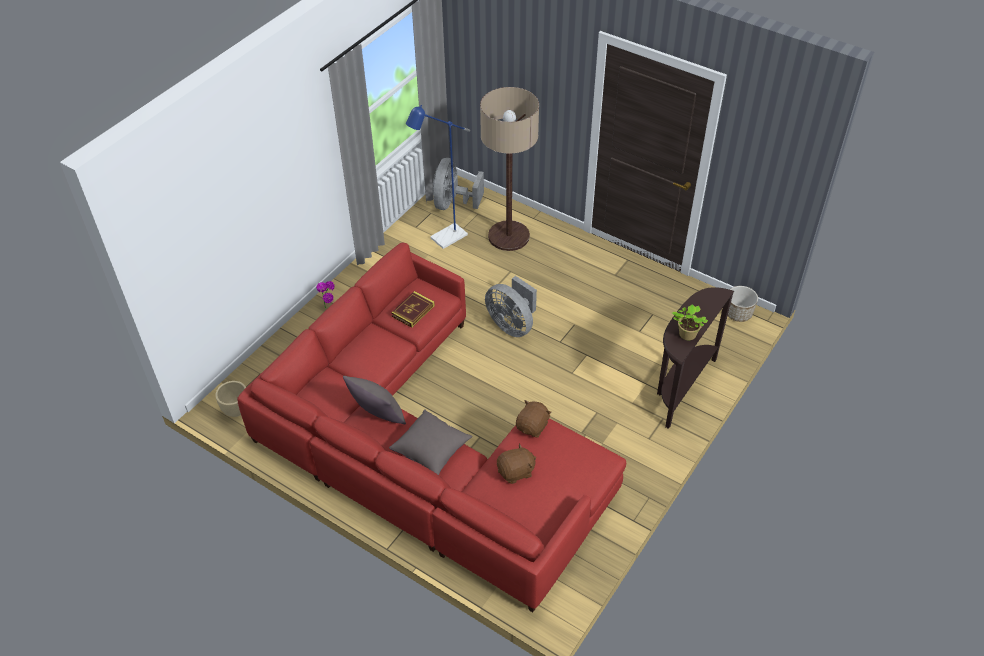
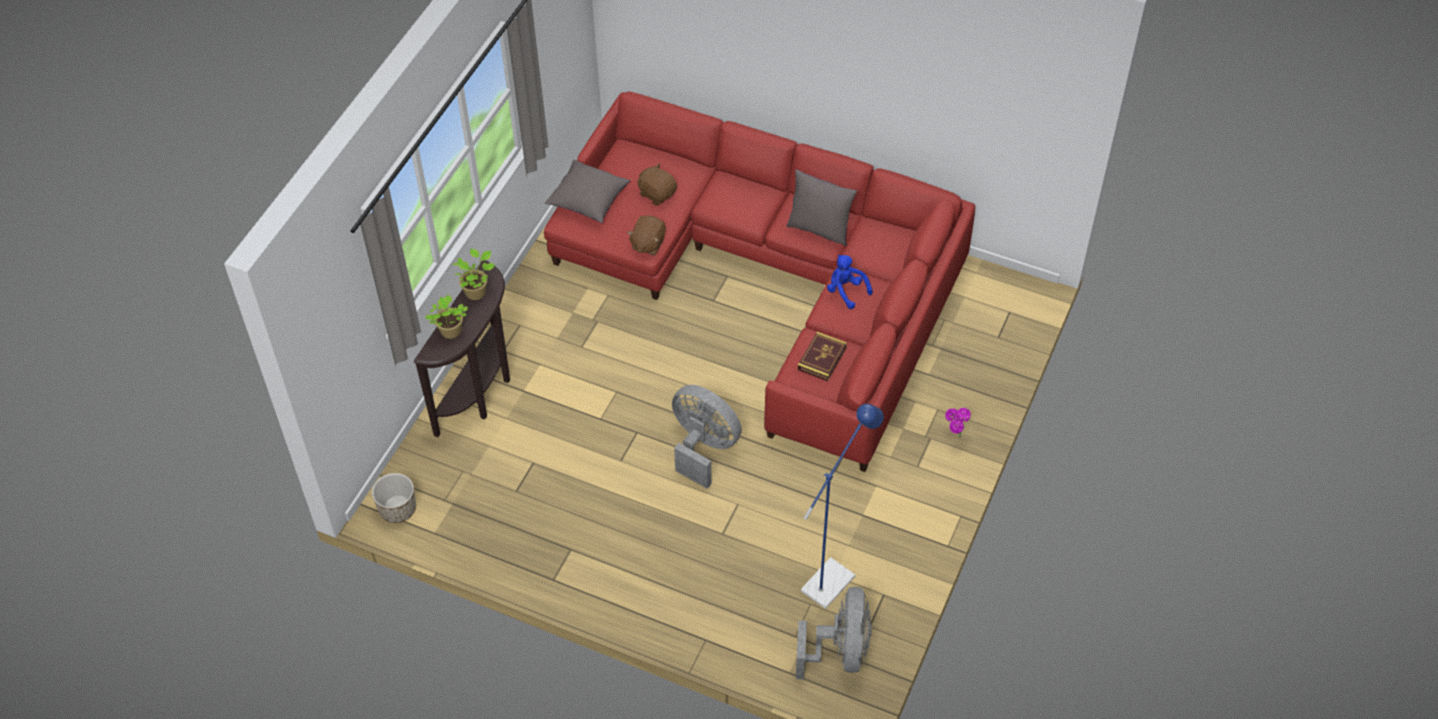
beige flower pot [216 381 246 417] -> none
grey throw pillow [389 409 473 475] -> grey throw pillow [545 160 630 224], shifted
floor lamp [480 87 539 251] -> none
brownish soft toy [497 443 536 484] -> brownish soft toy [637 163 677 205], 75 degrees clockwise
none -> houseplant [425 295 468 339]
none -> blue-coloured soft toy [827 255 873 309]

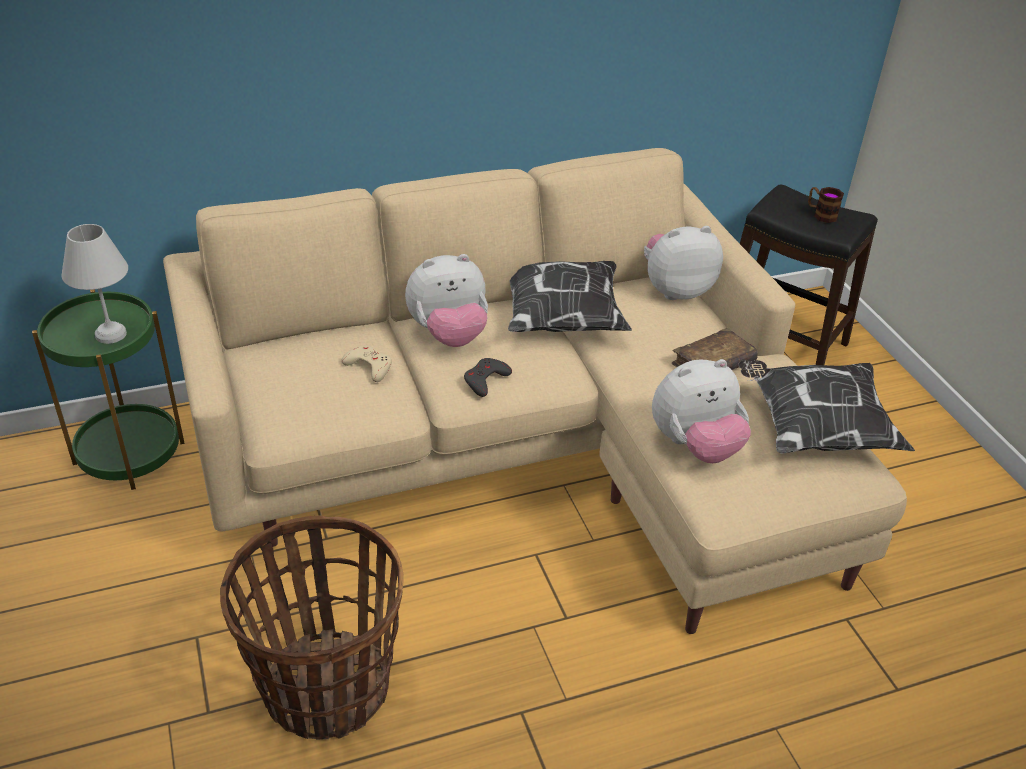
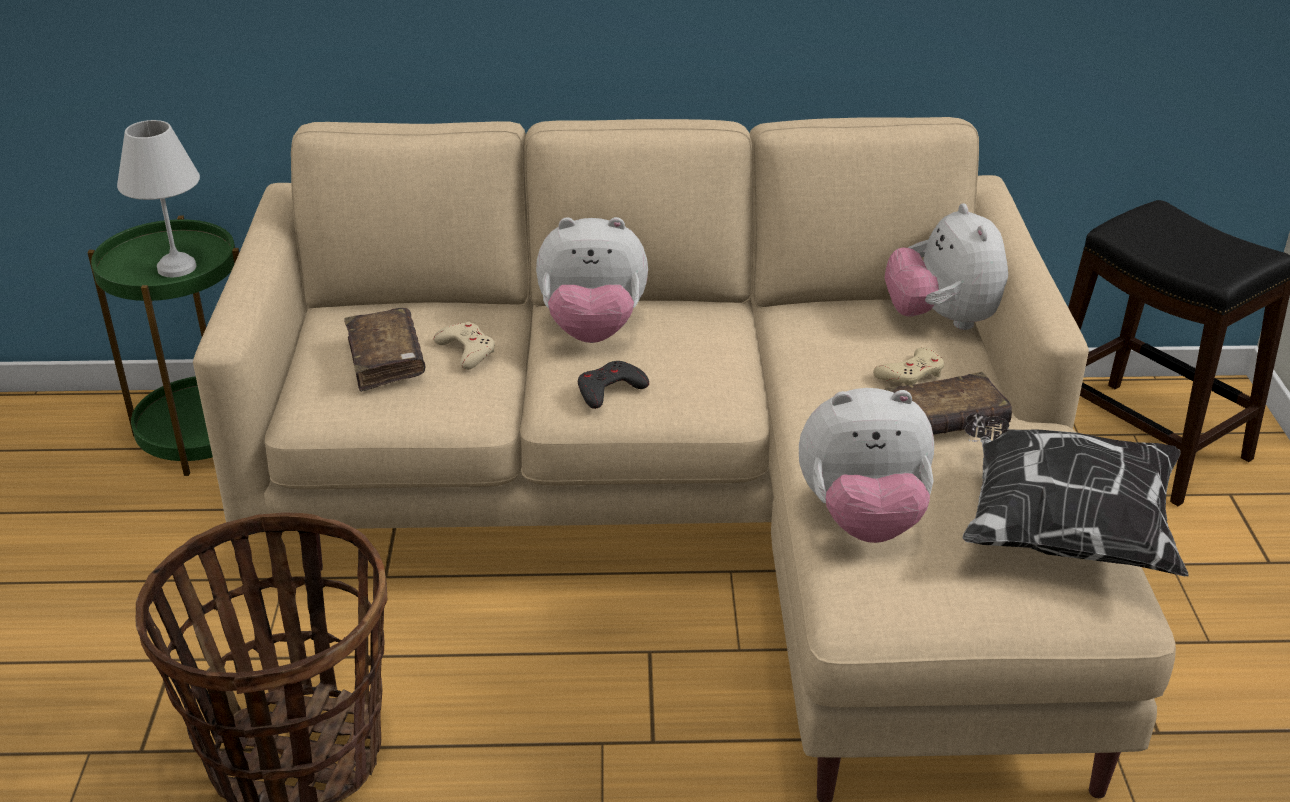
throw pillow [508 261 632 332] -> none
soft toy [644 226 723 300] -> soft toy [885 203 1008 330], 105 degrees counterclockwise
coffee mug [808 187 844 223] -> none
none -> brownish volume [344 308 425 392]
none -> beige game controller [873 347 944 385]

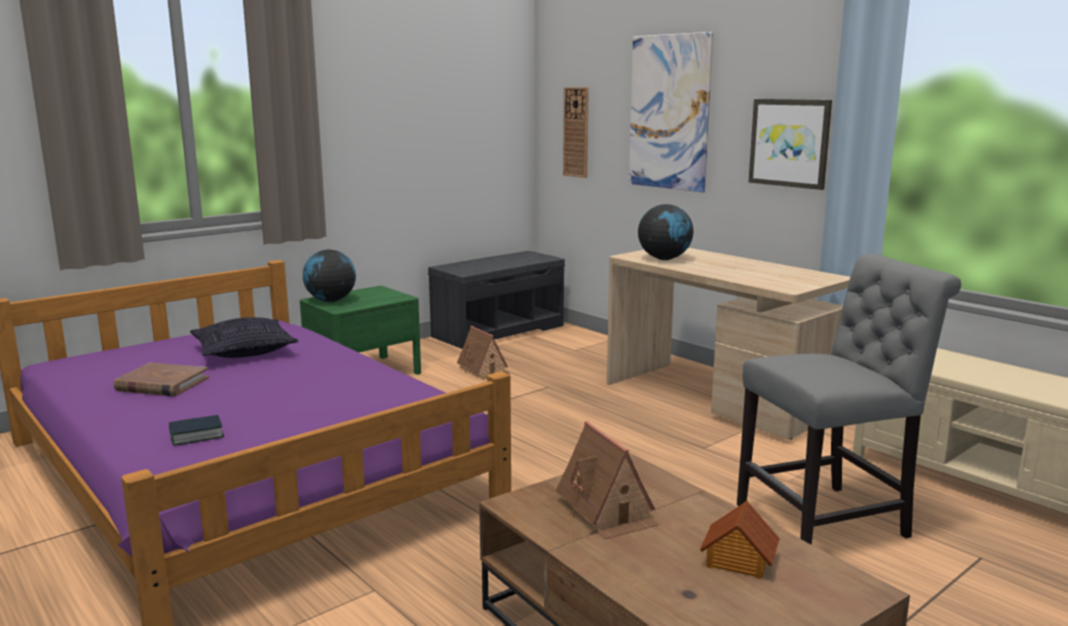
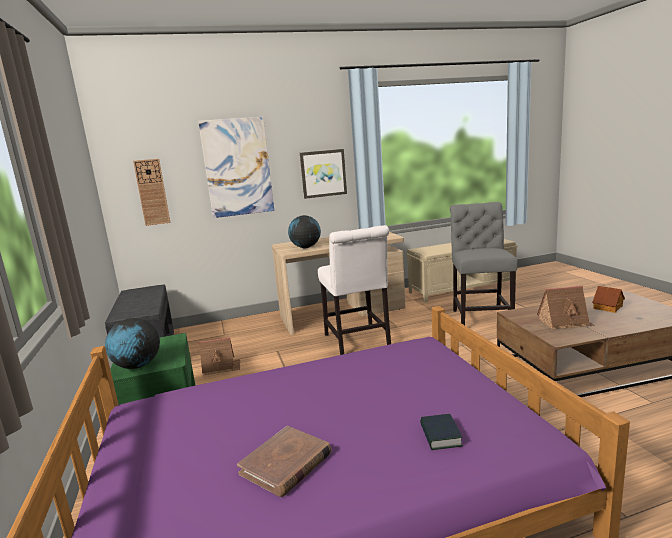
throw pillow [190 317 299 358] -> none
none -> whitish plain chair [318 225 391 355]

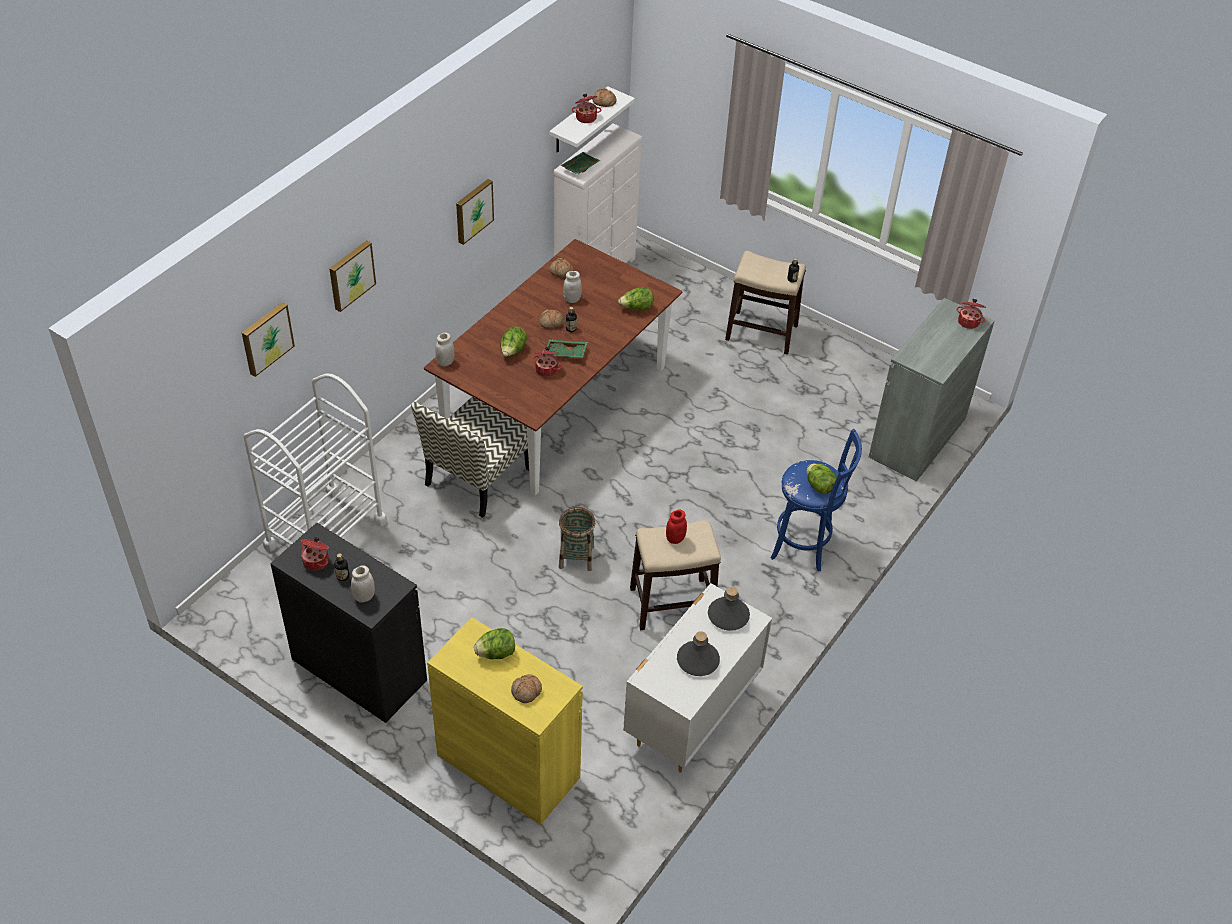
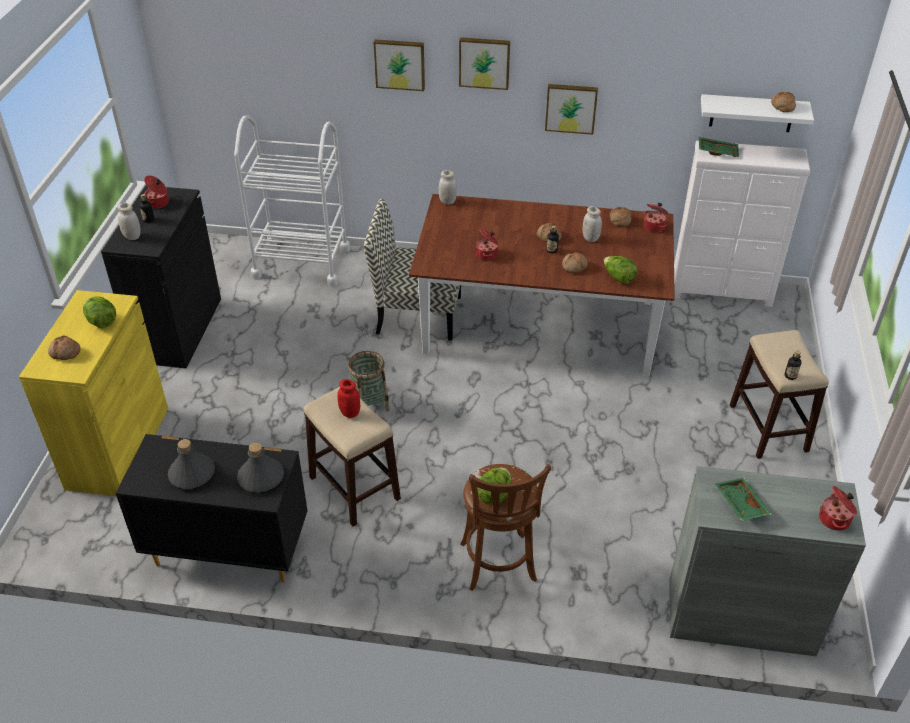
picture [242 302 295 377] -> picture [459 37 510 90], shifted
lettuce [500 326 527 357] -> none
green-coloured carrying tray [545 340 588 358] -> green-coloured carrying tray [715 478 772 521], shifted
saucepot [572 94 601 123] -> saucepot [643 203 669 233], shifted
whitish dresser [623 583 772 773] -> black-coloured dresser [116 434 308 582]
blue-coloured stool [771 429 862 572] -> brownish stool [460 464 551 591]
none -> baked bread [562 252 587 273]

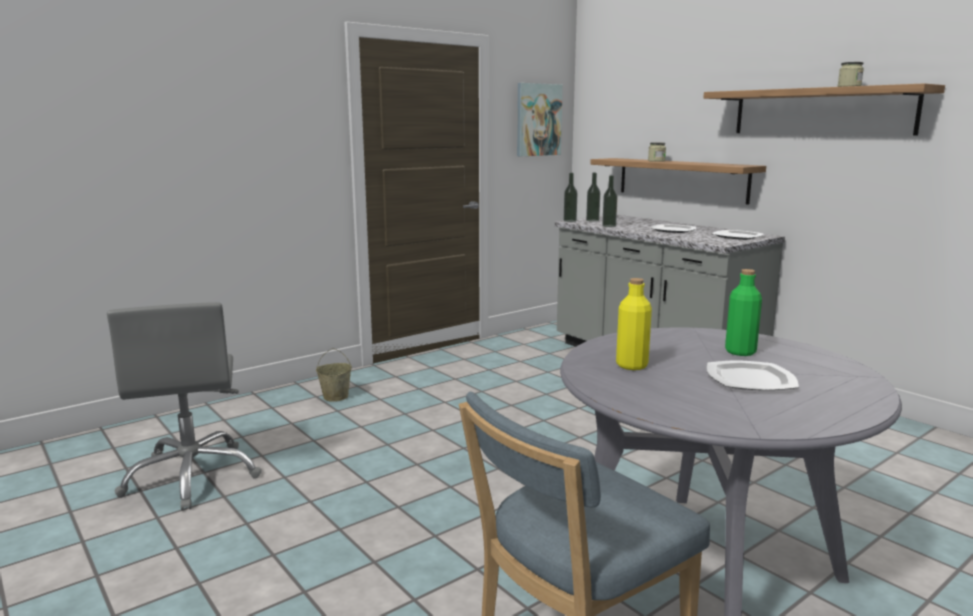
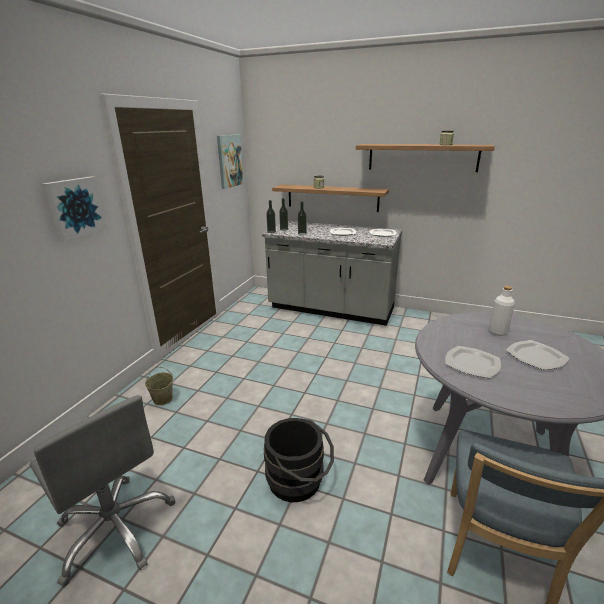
yellow drink bottle [616 278 652 370] -> dinner plate [445 346 501 378]
green-coloured drink bottle [725 269 762 356] -> whitish drink bottle [489 286 515 336]
none -> picture [42 176 107 242]
none -> black-coloured water bucket [264 418 334 502]

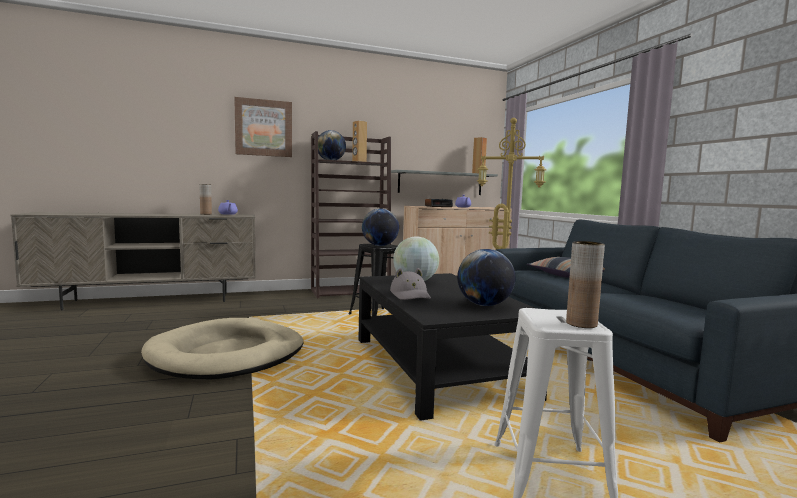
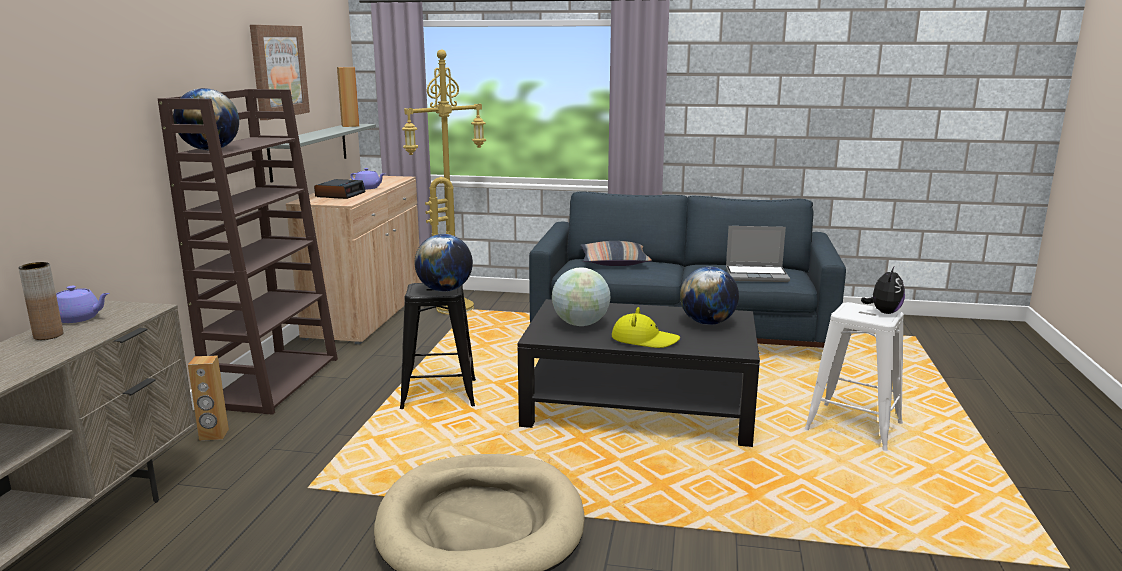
picture [234 97 292 157] -> picture [250 25 310 120], shifted
brownish loudspeaker [352 120 367 162] -> brownish loudspeaker [188 355 229 441], shifted
grey hat [390 268 431 300] -> yellow hat [612 307 680 348]
brownish decorative vase [566 241 605 328] -> soft toy [861 267 905 314]
none -> laptop [726 226 790 282]

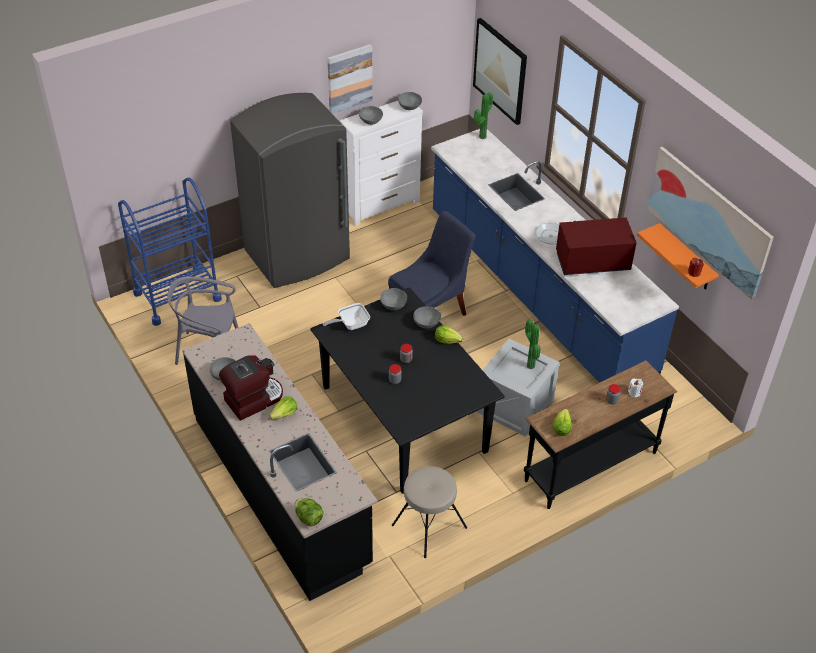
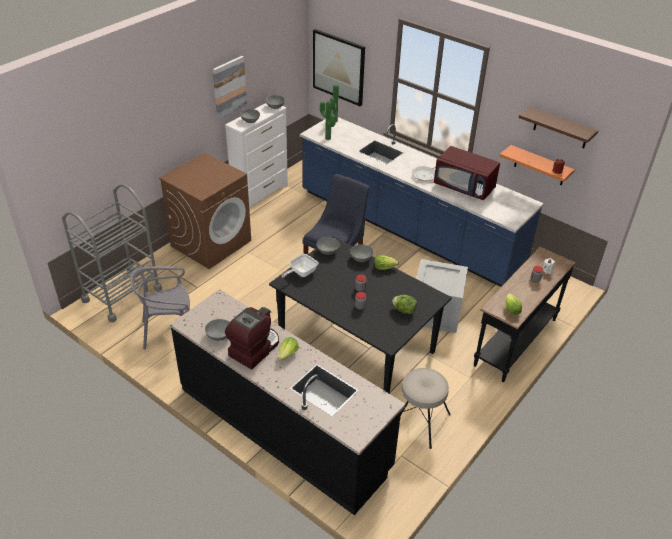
blue-coloured wheeled cart [118 177 222 326] -> grey wheeled cart [62 184 162 322]
grey kitchen fridge [230 93 350 288] -> brownish laundry appliance [159 153 251 269]
lettuce [294 498 323 526] -> lettuce [392 295 417 314], shifted
houseplant [525 319 540 369] -> houseplant [320 101 336 140], shifted
reddish kitchen microwave [556 217 636 275] -> reddish kitchen microwave [434 146 500 200], 120 degrees counterclockwise
picture [647 147 774 300] -> brownish shelf [519 106 598 148]

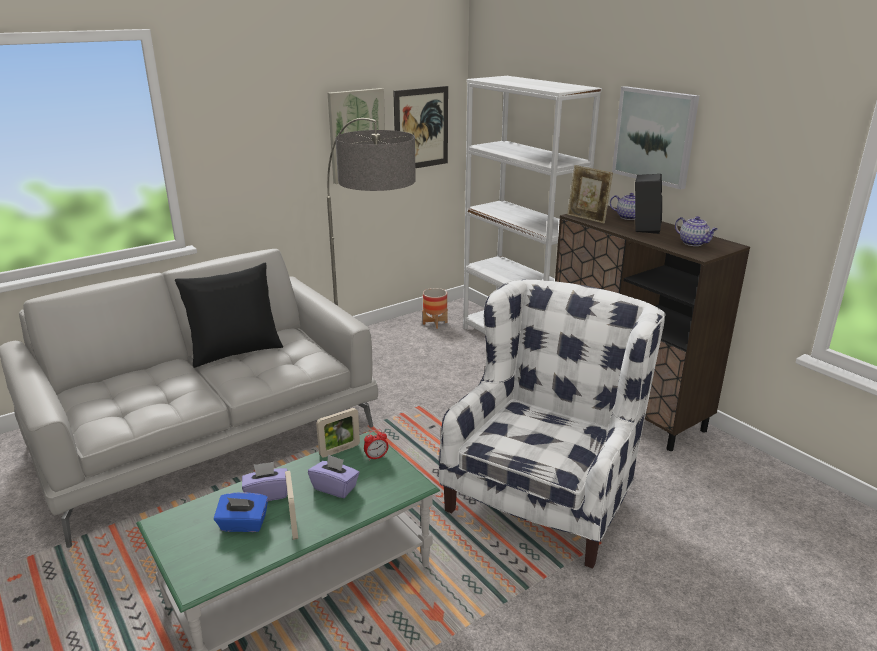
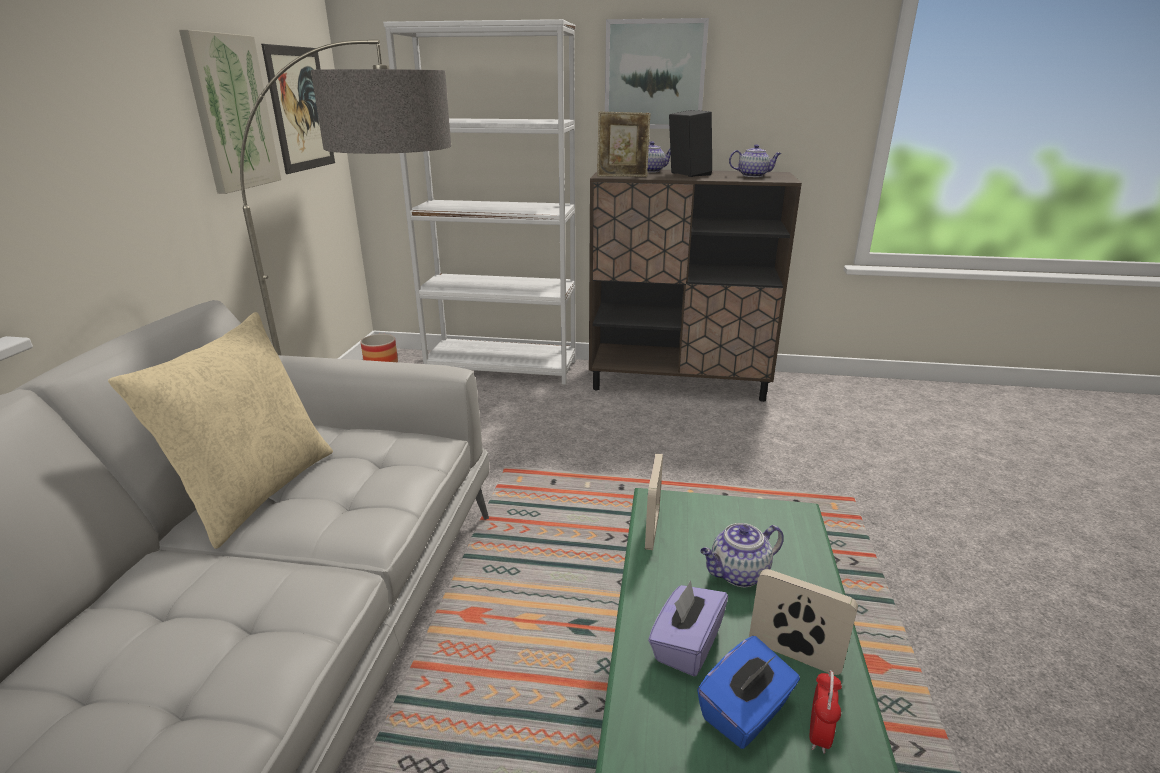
black-coloured throw pillow [175 263 283 368] -> beige throw pillow [108 312 333 549]
purple-coloured box of tissues [308 454 360 498] -> pot for tea [700 523 784 588]
table clock [364 429 388 461] -> table clock [810 670 842 754], shifted
whitish easy chair [439 280 666 569] -> none

